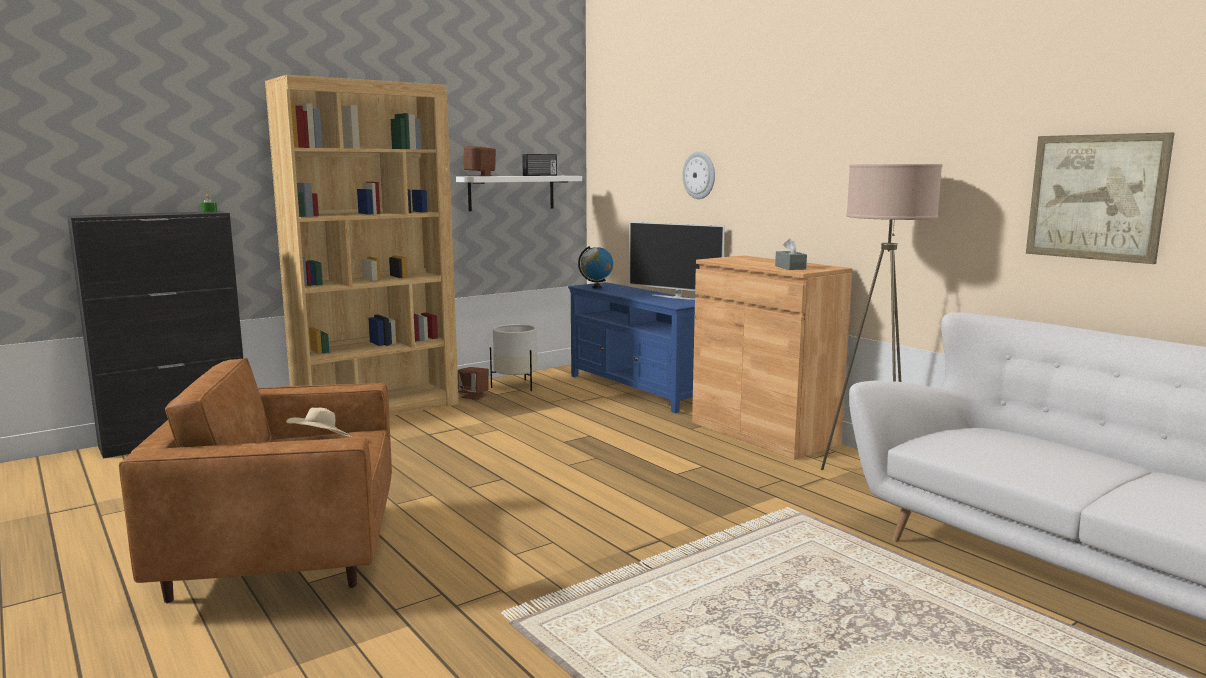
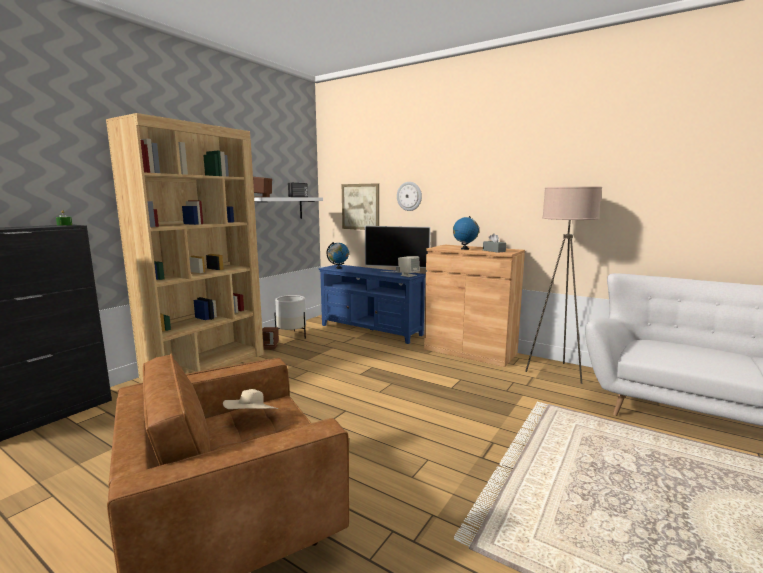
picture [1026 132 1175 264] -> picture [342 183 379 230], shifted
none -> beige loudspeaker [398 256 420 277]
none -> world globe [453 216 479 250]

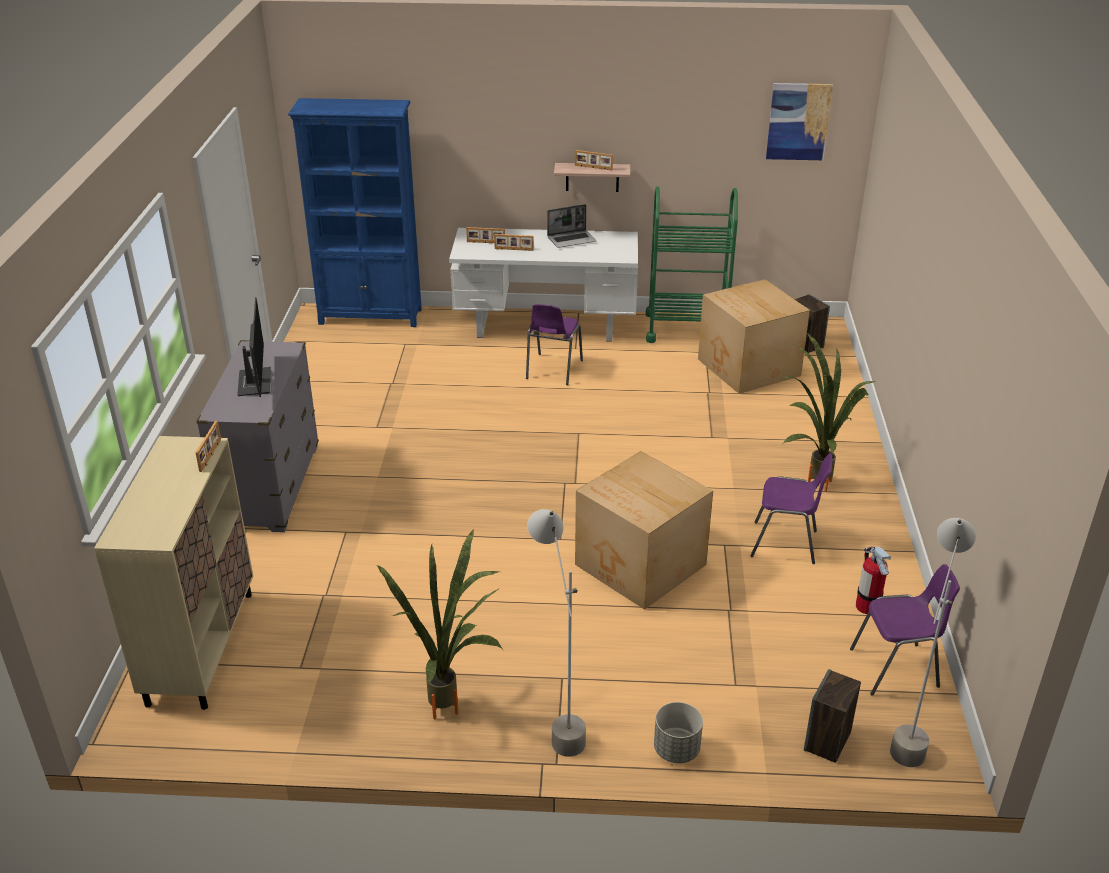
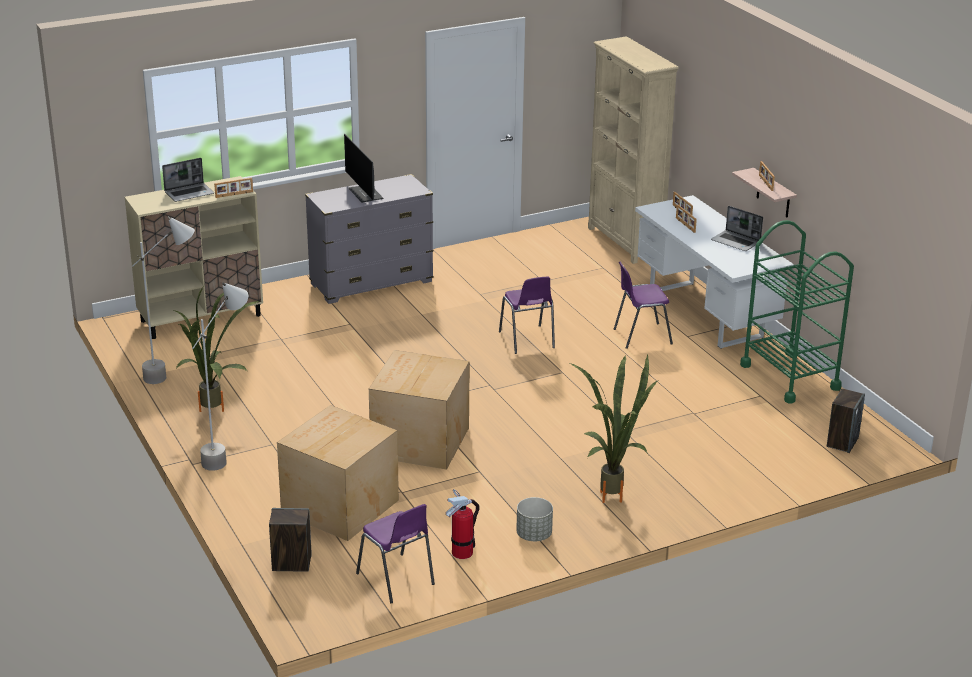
computer screen [237 297 271 397] -> computer screen [344 134 383 203], 105 degrees clockwise
blue-coloured bookshelf [288 98 422 327] -> beige bookshelf [588 36 679 264]
grey flower pot [654 702 703 763] -> grey flower pot [516 497 553 541], shifted
carton [698 279 810 394] -> carton [277 405 399 541], shifted
purple-coloured plain chair [750 453 832 564] -> purple-coloured plain chair [499 277 555 354], shifted
picture [766 83 833 160] -> none
grey floor lamp [890 518 976 767] -> grey floor lamp [132 216 195 384], shifted
none -> laptop [162 158 214 202]

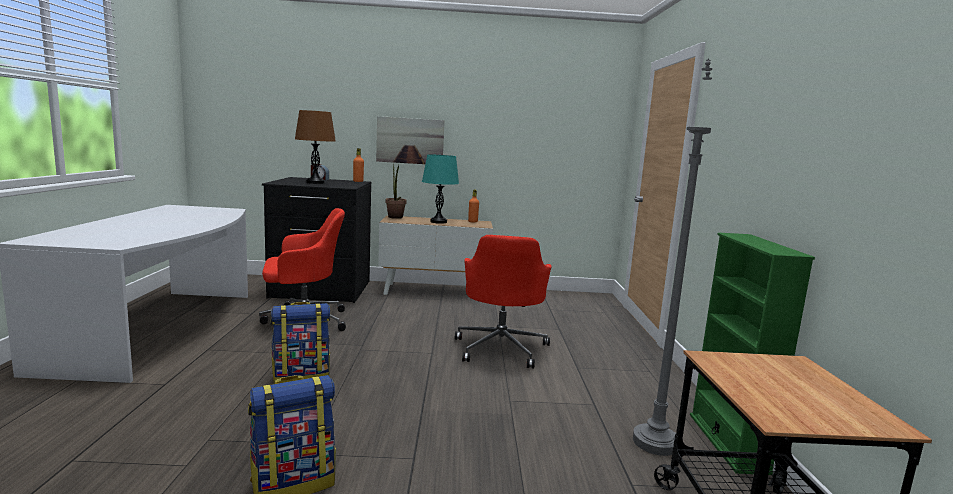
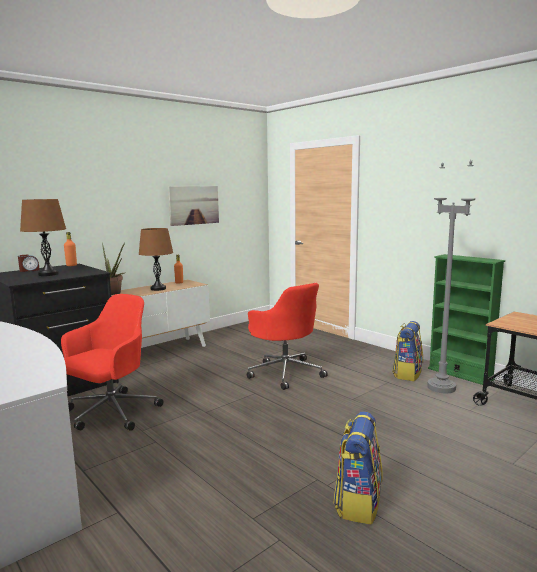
rucksack [270 302 330 384] -> rucksack [392 321 423 381], shifted
picture [376 116 445 164] -> picture [168 186 219 226], shifted
blue-green tabletop lamp [422 155 459 224] -> brownish tabletop lamp [139 228 173 291]

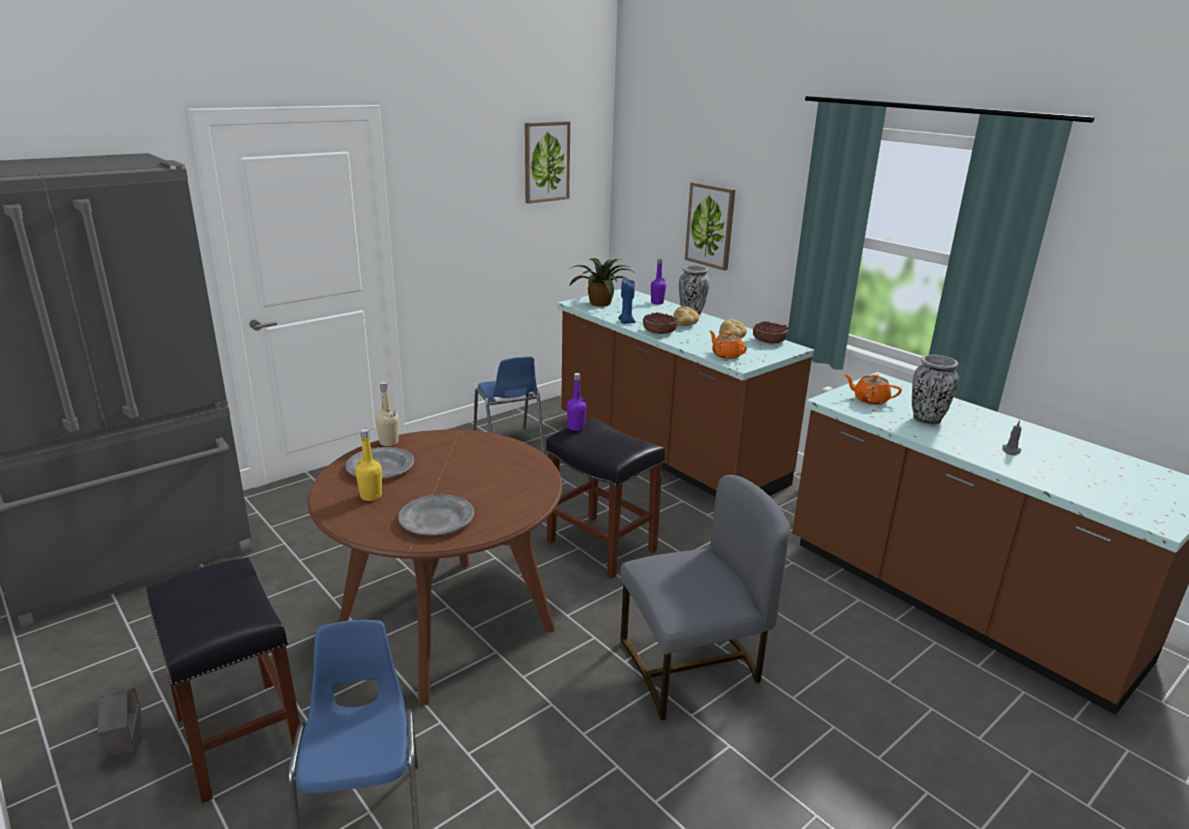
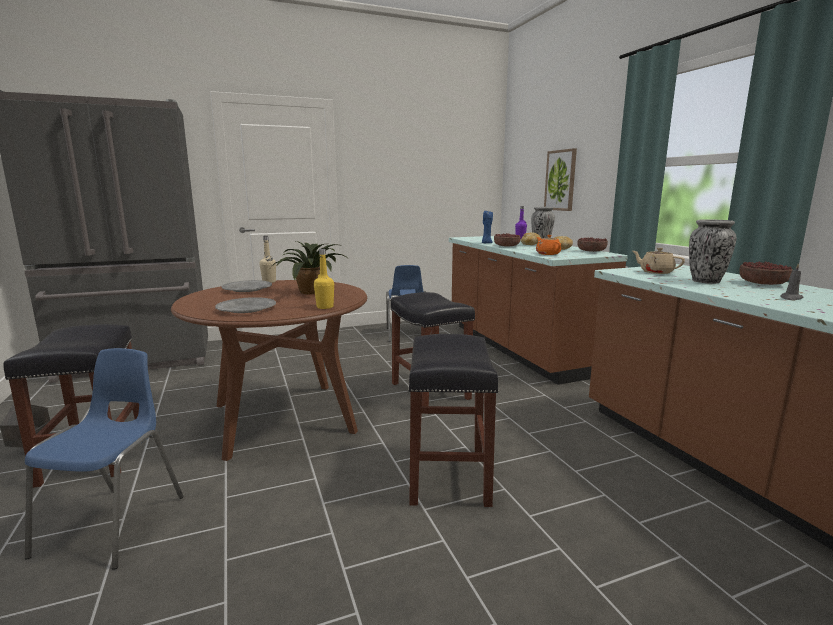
yellow drink bottle [355 429 382 501] -> yellow drink bottle [314 249 334 309], shifted
picture [525 121 570 204] -> none
purple-coloured drink bottle [566 373 587 431] -> none
houseplant [569 258 632 306] -> houseplant [270 241 348 294], shifted
grey plain chair [620 475 790 720] -> black-coloured stool [408 334 499 507]
orange pot for tea [845 374 902 405] -> beige pot for tea [633 248 685 274]
none -> serving bowl [739 261 793 285]

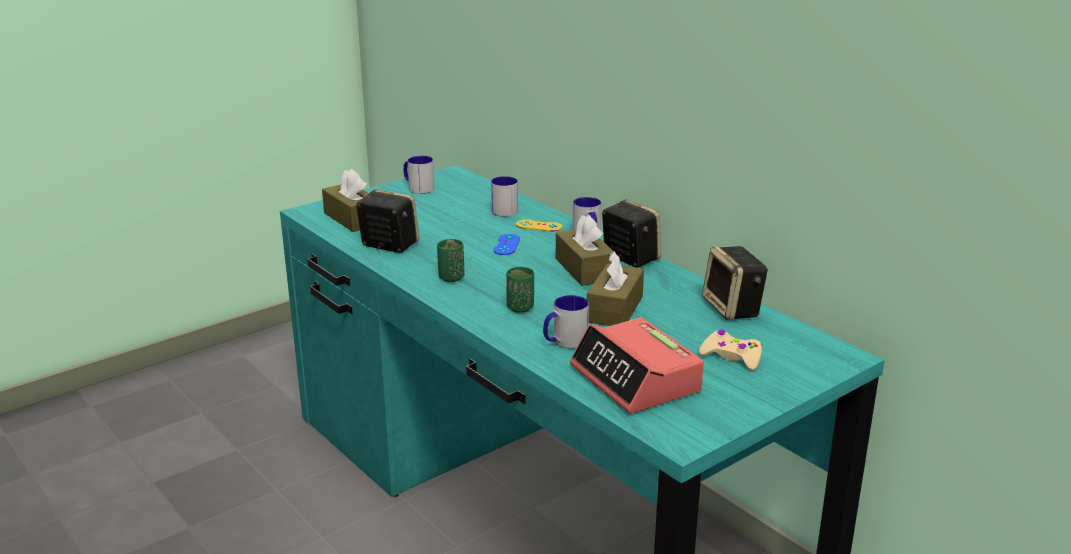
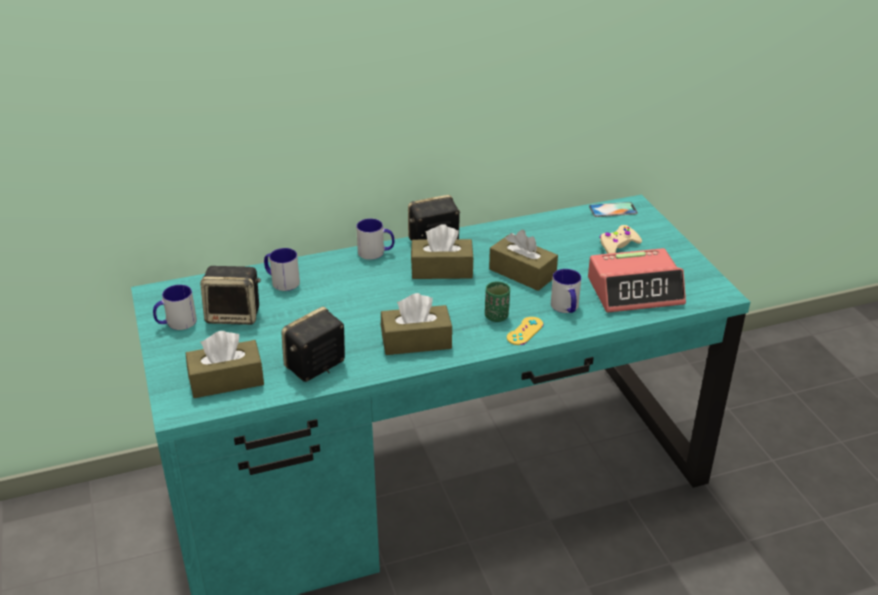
green-coloured drinking cup [437 239 465 282] -> brownish box of tissues [381 293 452 355]
blue-coloured game controller [493 234 520 255] -> none
yellow game controller [516 219 562 232] -> yellow game controller [507 317 543 345], shifted
loudspeaker [702 246 768 320] -> loudspeaker [200 266 261 325], shifted
none -> telephone [589 202 638 217]

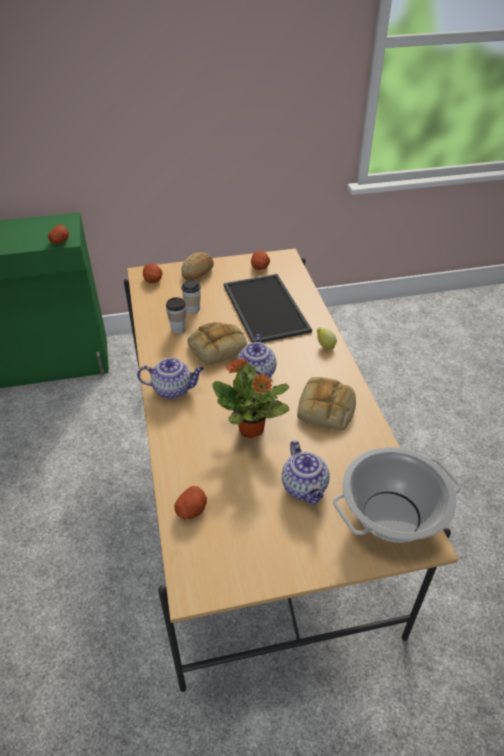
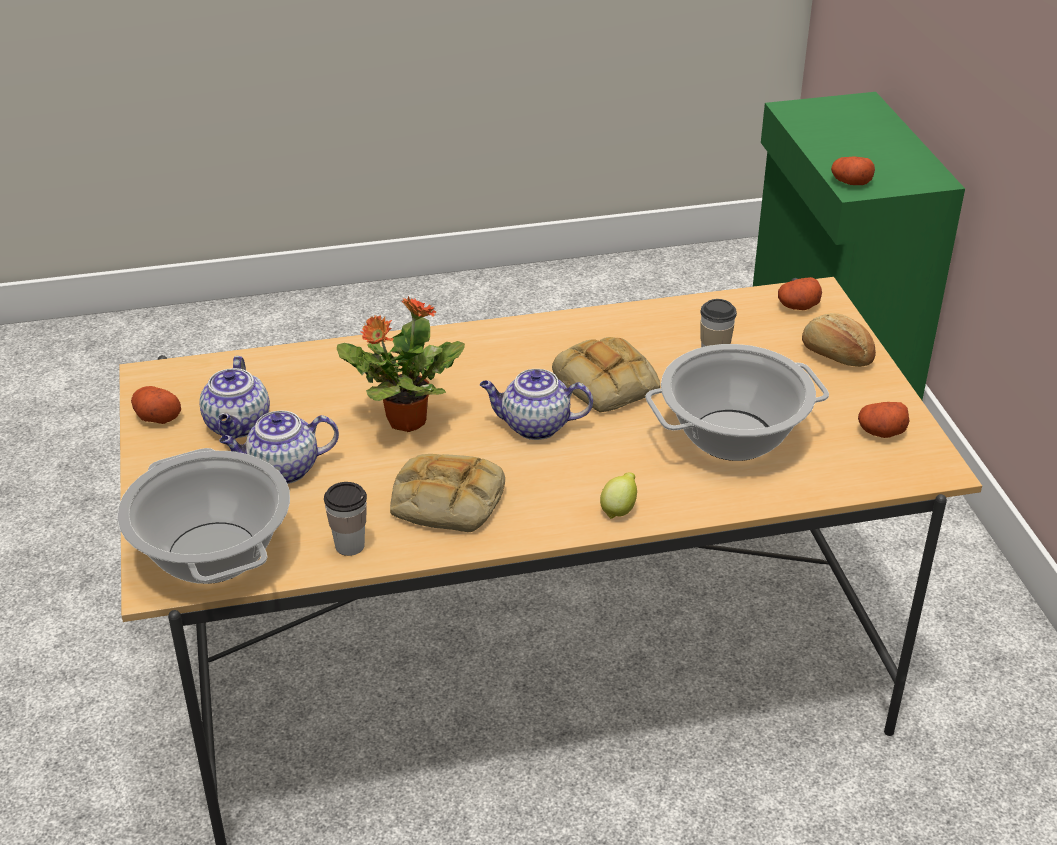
pot for tea [137 358 204 399] -> pot for tea [199 356 270 439], shifted
drinking cup [166 297 186 334] -> drinking cup [324 482 367 556], shifted
potato [174 486 207 519] -> potato [131 386 181 424], shifted
carrying tray [224 274 312 343] -> saucepot [645 344 829 461]

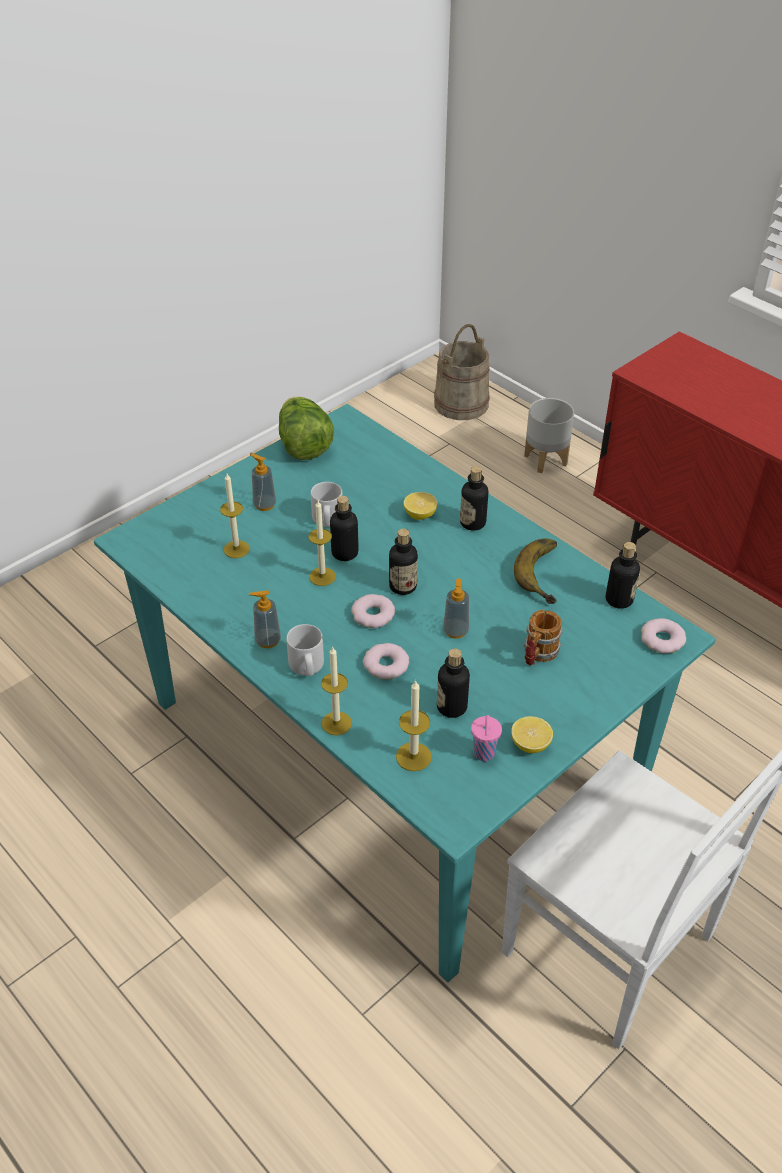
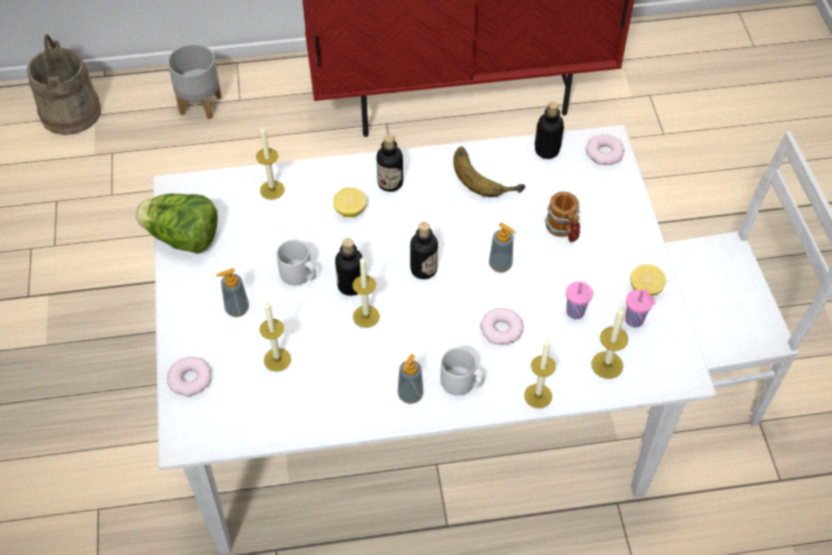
blue-green dining table [94 404 715 982] -> whitish dining table [153 125 716 554]
donut [351 594 395 628] -> donut [167 357 211 397], shifted
drink bottle [437 648 470 718] -> pink-coloured drinking cup [566 282 593 319]
none -> candle [256 126 285 200]

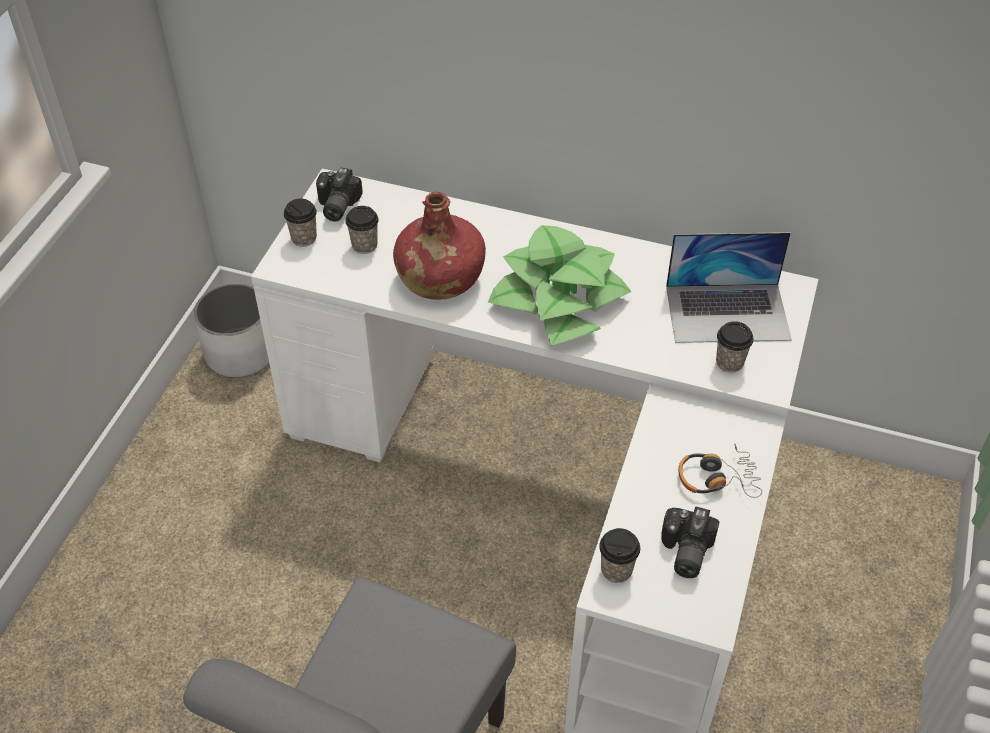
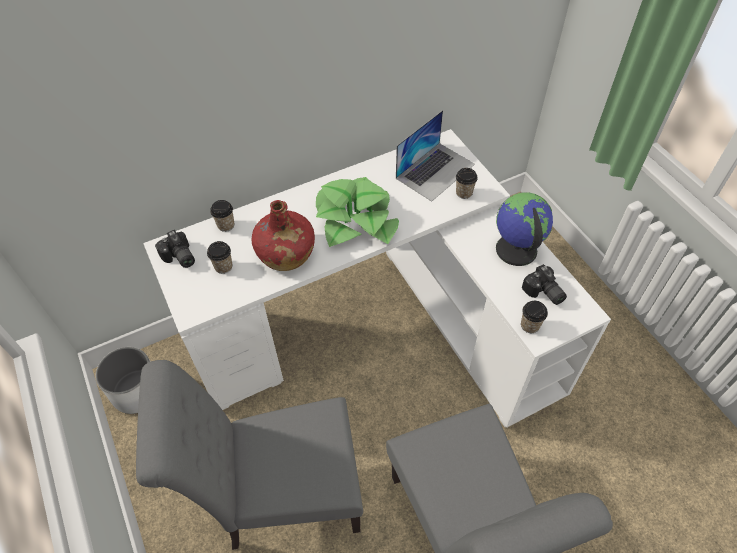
drinking cup [284 199 317 247] -> drinking cup [210 200 234 232], shifted
headset [678 444 762 498] -> world globe [496 192 553 266]
none -> grey plain chair [136 360 363 550]

